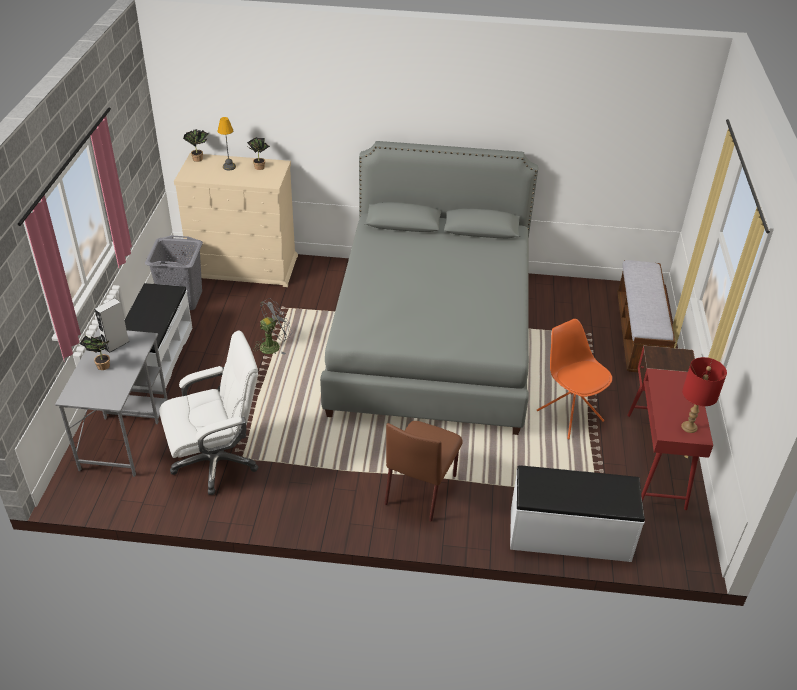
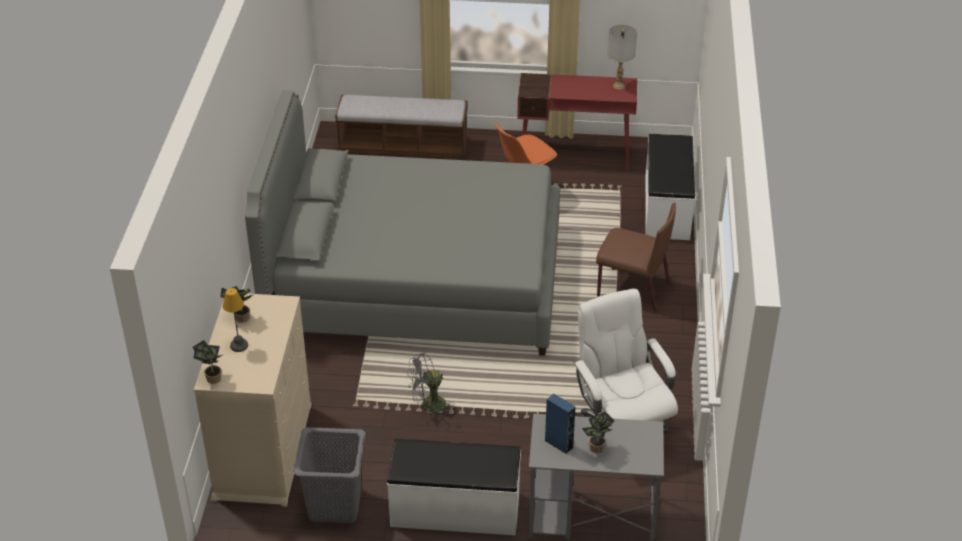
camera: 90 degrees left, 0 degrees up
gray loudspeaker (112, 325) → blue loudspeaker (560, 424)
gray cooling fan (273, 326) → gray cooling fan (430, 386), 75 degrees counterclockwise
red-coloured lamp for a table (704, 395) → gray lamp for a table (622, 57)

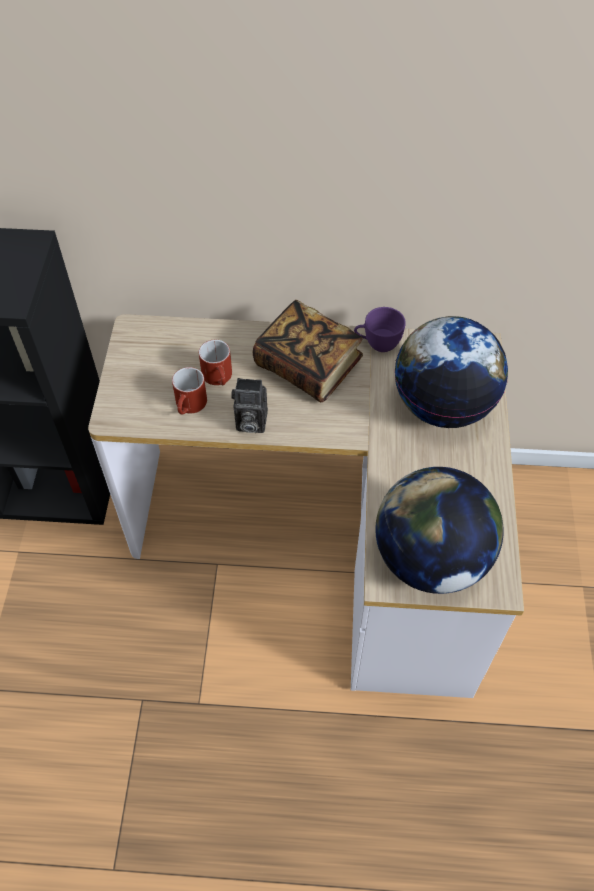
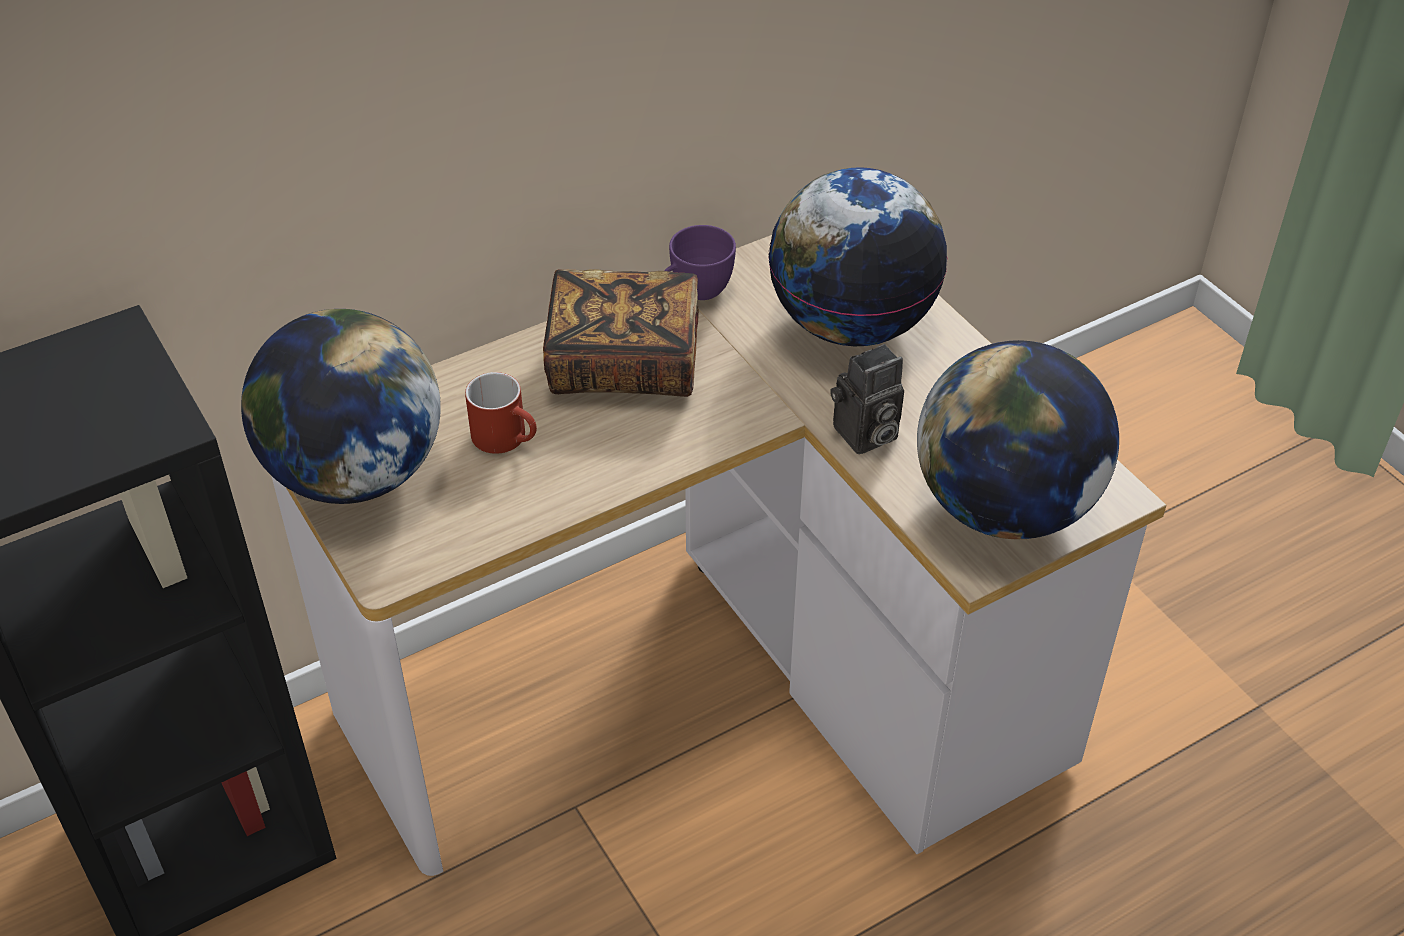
camera: 35 degrees left, 10 degrees down
red-coloured tea mug (189, 391) → -
photo camera (249, 405) → photo camera (867, 399), moved
- → globe (341, 406)

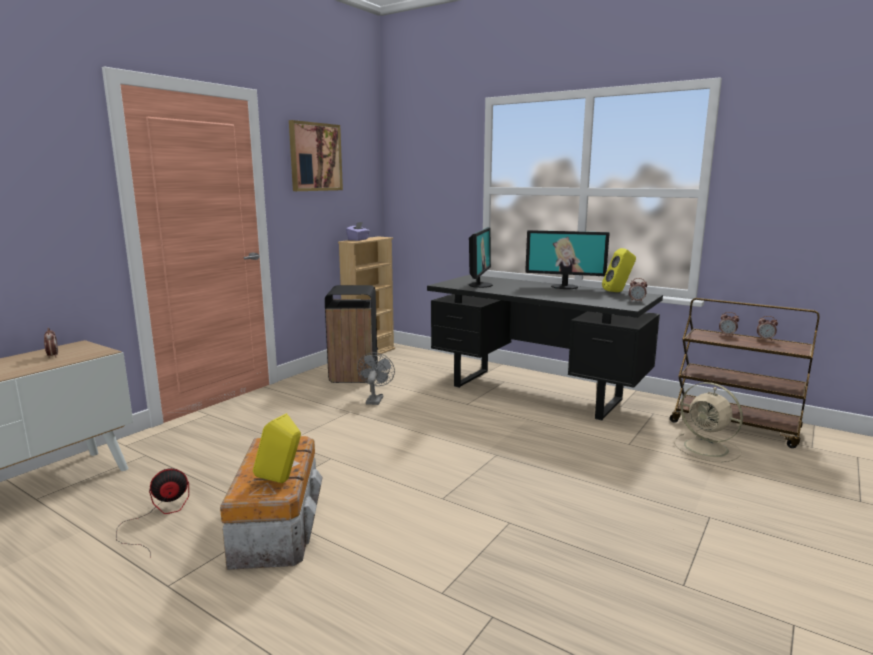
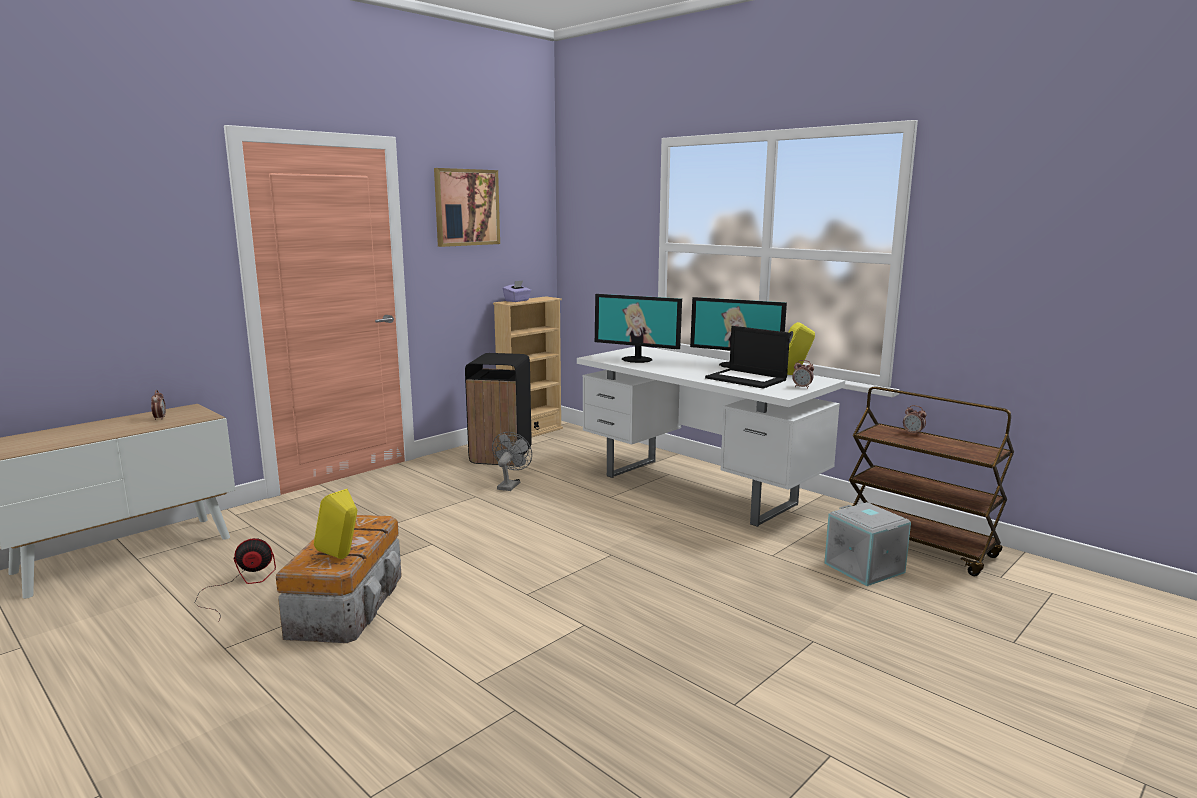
camera: 10 degrees right, 0 degrees up
computer display (481, 257) → computer display (638, 328), 90 degrees clockwise
black-coloured desk table (545, 347) → white desk table (711, 436)
bedside clock (767, 328) → -
sand-coloured cooling fan (708, 422) → gray storage box (867, 544)
- → portable computer (747, 357)

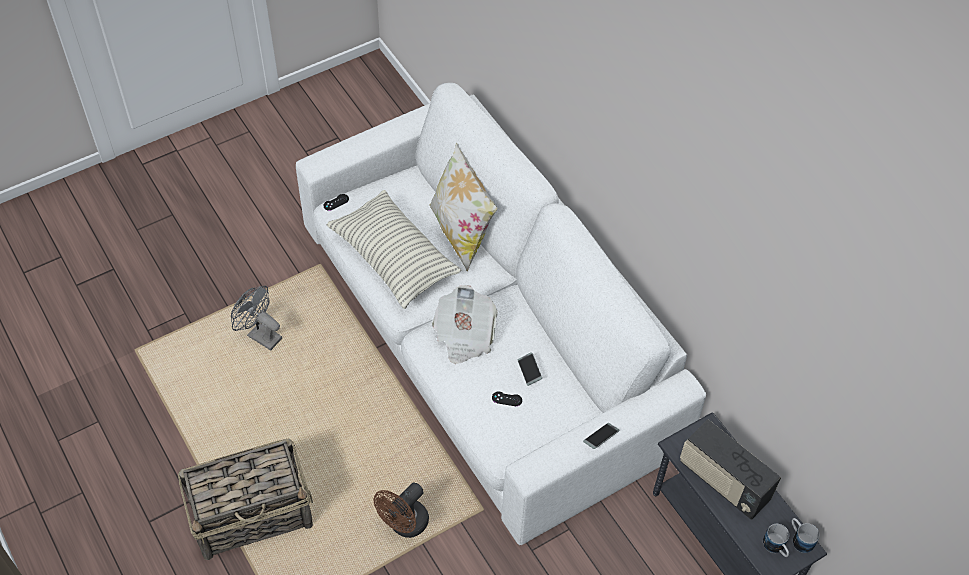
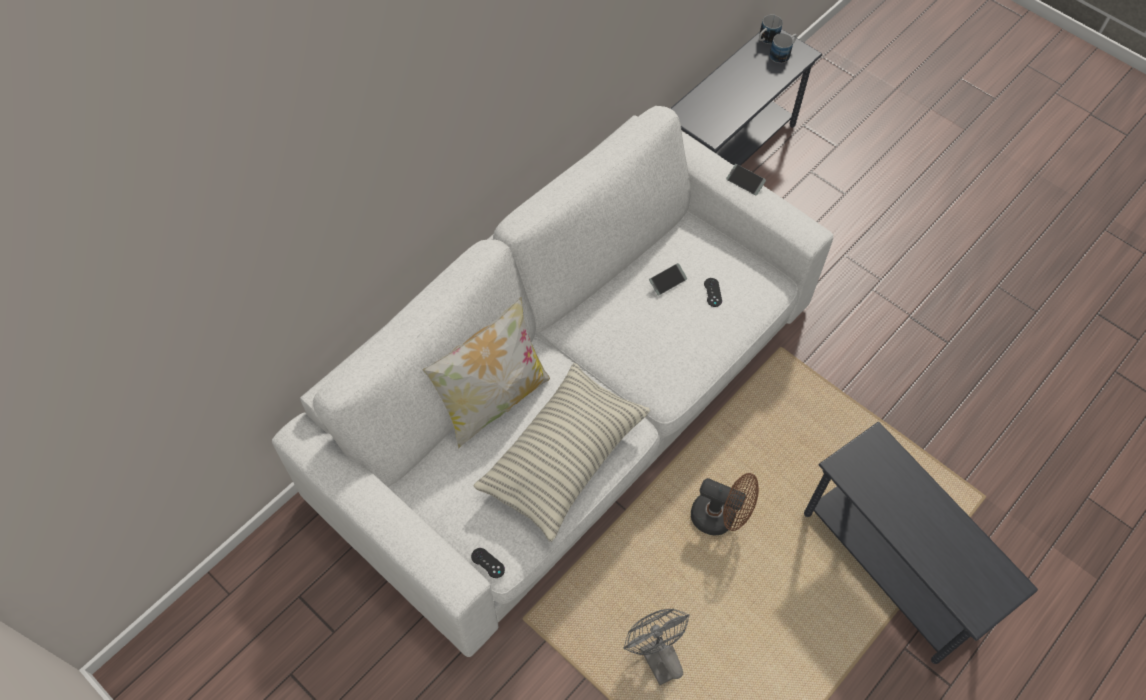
camera: 105 degrees left, 5 degrees up
printed paper (465, 324) → -
gray cooling fan (256, 318) → gray cooling fan (656, 647), 135 degrees clockwise
radio receiver (730, 469) → -
basket (245, 499) → gray end table (921, 543)
brown-coloured cooling fan (401, 510) → brown-coloured cooling fan (725, 504), moved

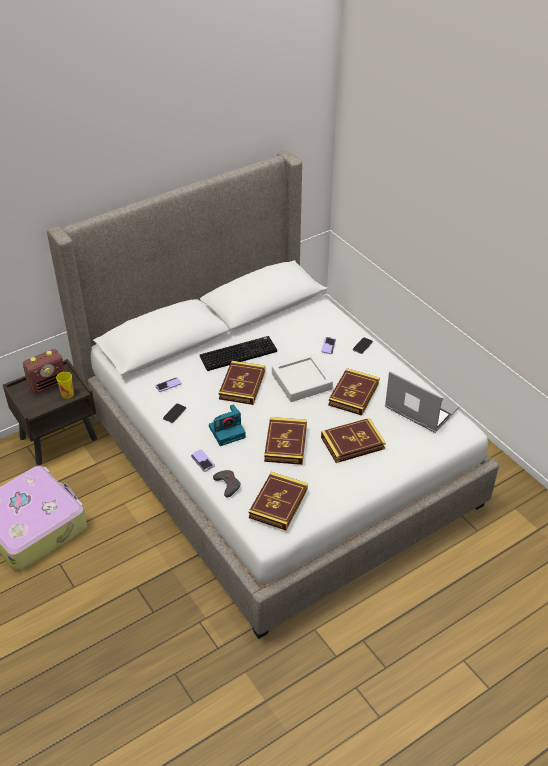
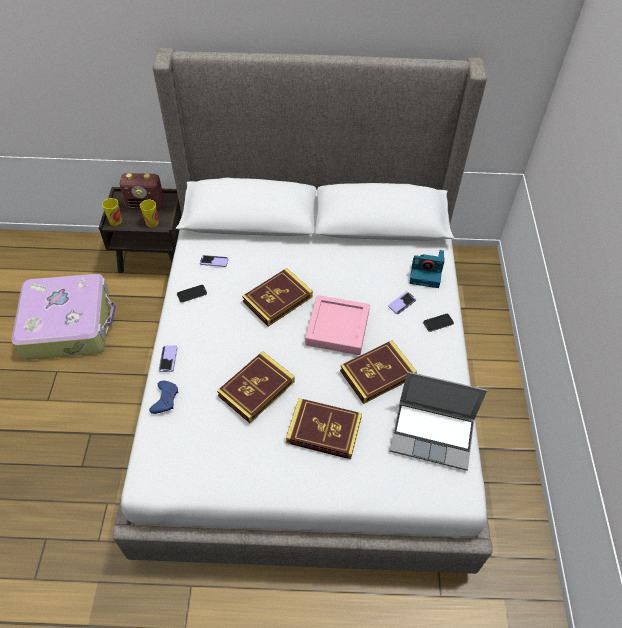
camera: 35 degrees right, 10 degrees up
computer keyboard (238, 353) → -
gray serving tray (302, 378) → pink serving tray (337, 325)
portable computer (422, 402) → portable computer (438, 421), 120 degrees clockwise
photo camera (227, 425) → photo camera (427, 269), moved
gray game controller (227, 484) → blue game controller (163, 397)
volume (278, 501) → -
- → drinking cup (112, 212)

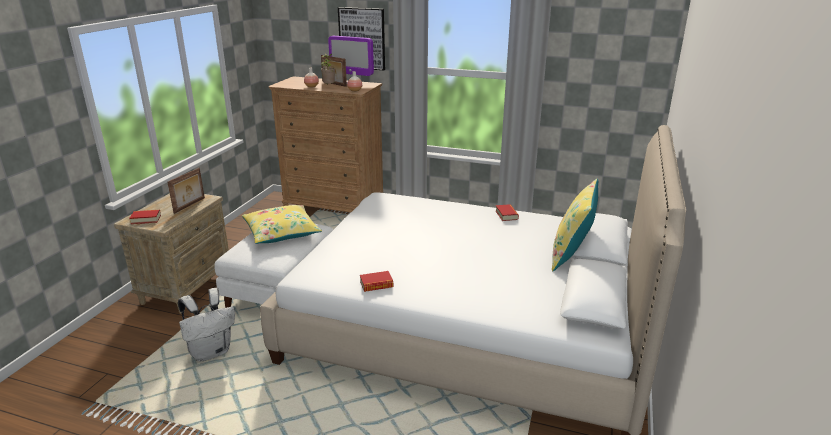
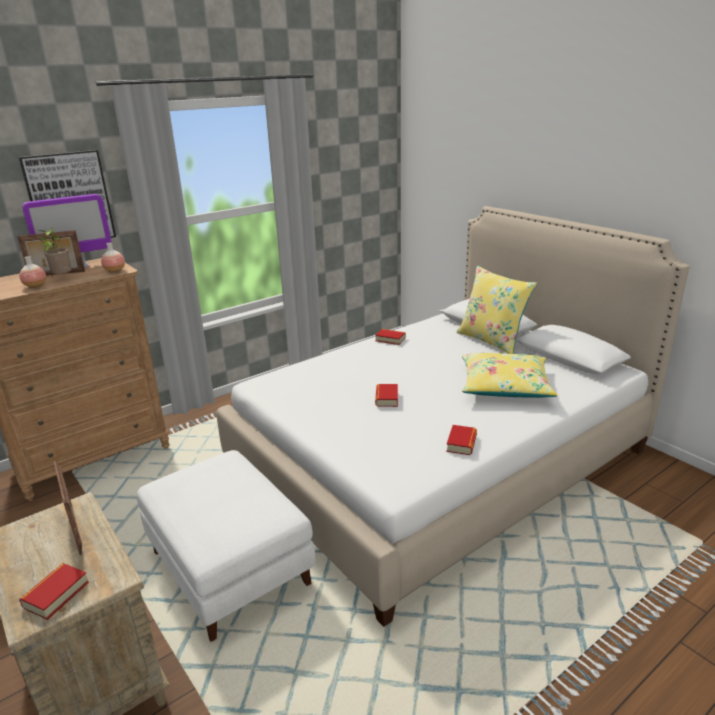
camera: 55 degrees left, 0 degrees up
yellowish throw pillow (282, 224) → yellowish throw pillow (510, 375), moved
white knapsack (206, 324) → -
- → volume (386, 395)

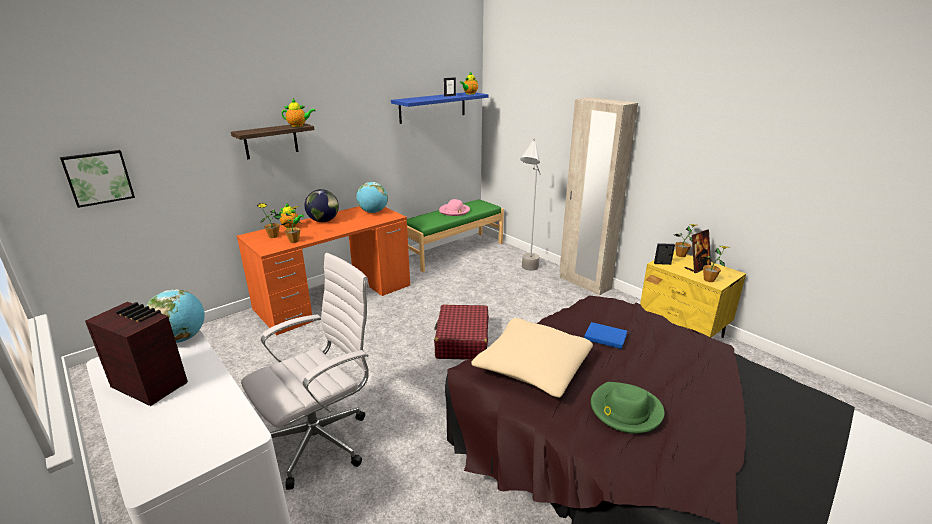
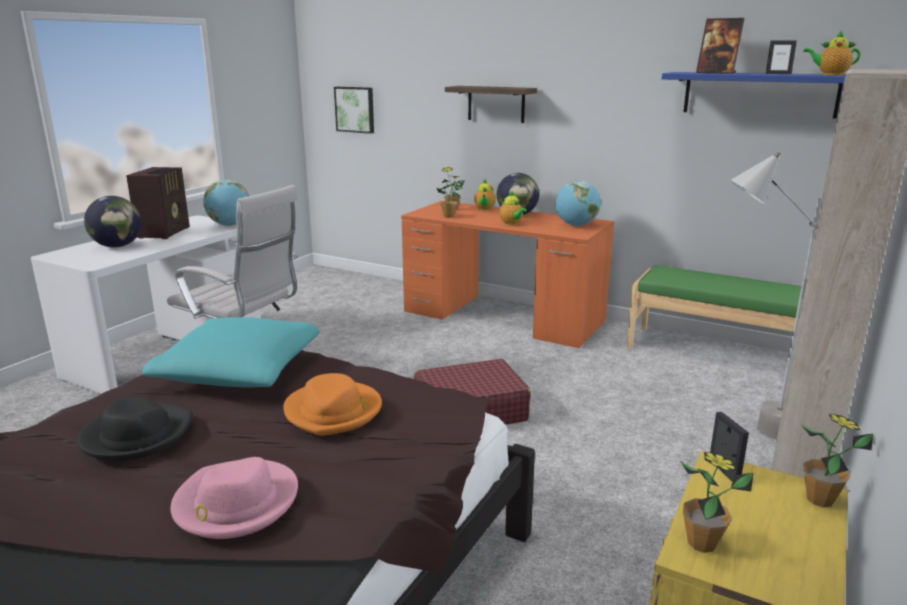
camera: 70 degrees right, 5 degrees down
teapot (298, 112) → teapot (513, 208), moved
pink wearable hat (454, 207) → pink wearable hat (234, 498), moved
picture frame (698, 251) → picture frame (720, 46), moved
sand-coloured throw pillow (532, 358) → turquoise throw pillow (231, 352)
blue volume (605, 335) → orange-coloured wearable hat (332, 404)
greenish wearable hat (627, 408) → black-coloured wearable hat (135, 428)
- → globe (112, 222)

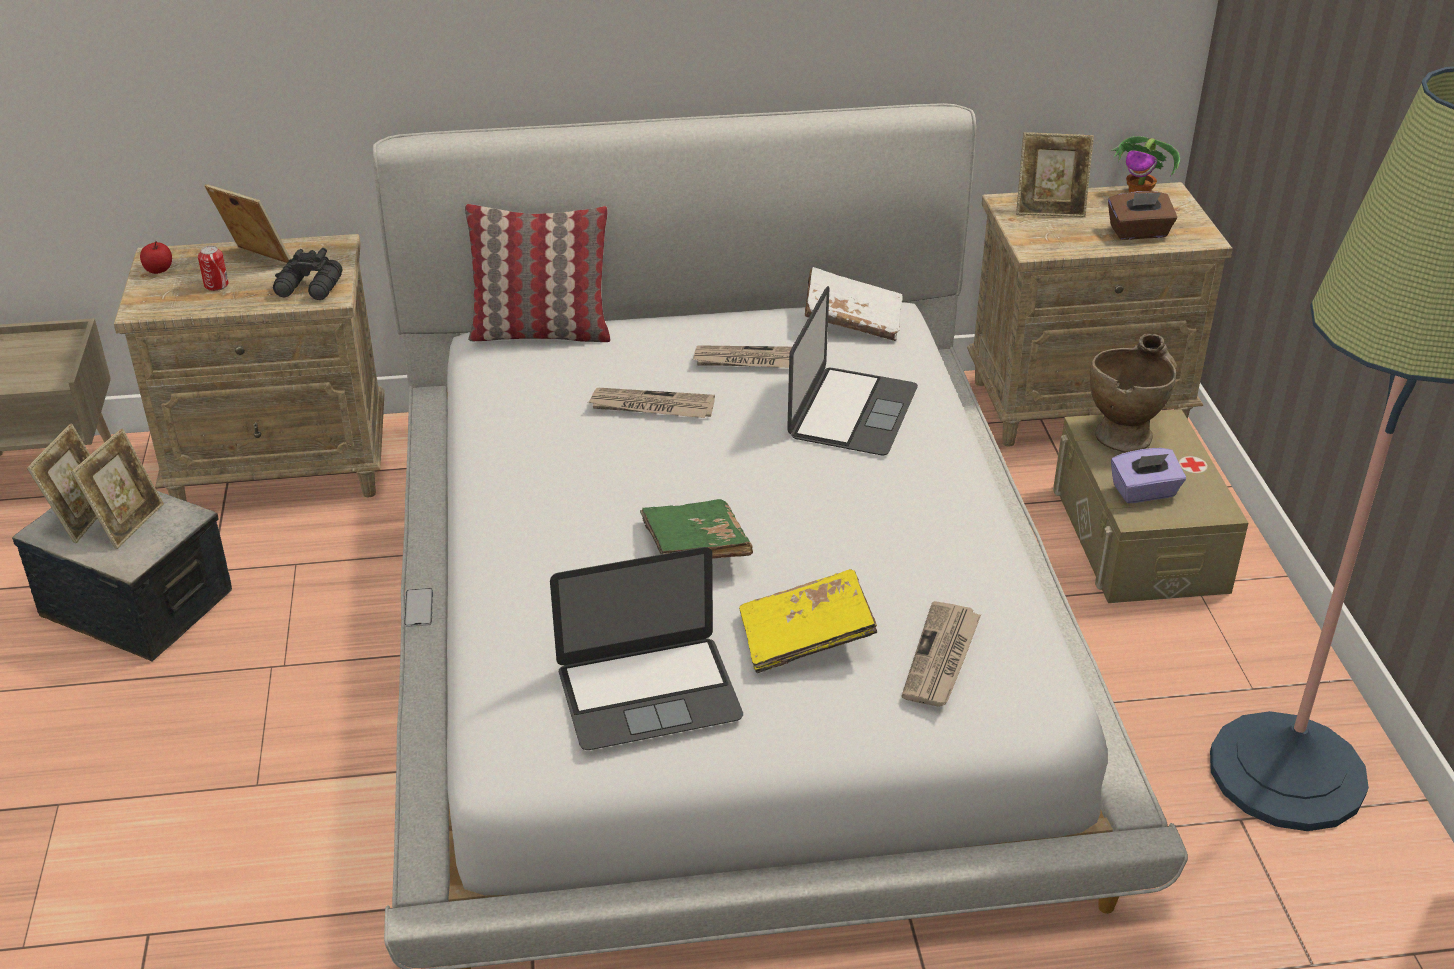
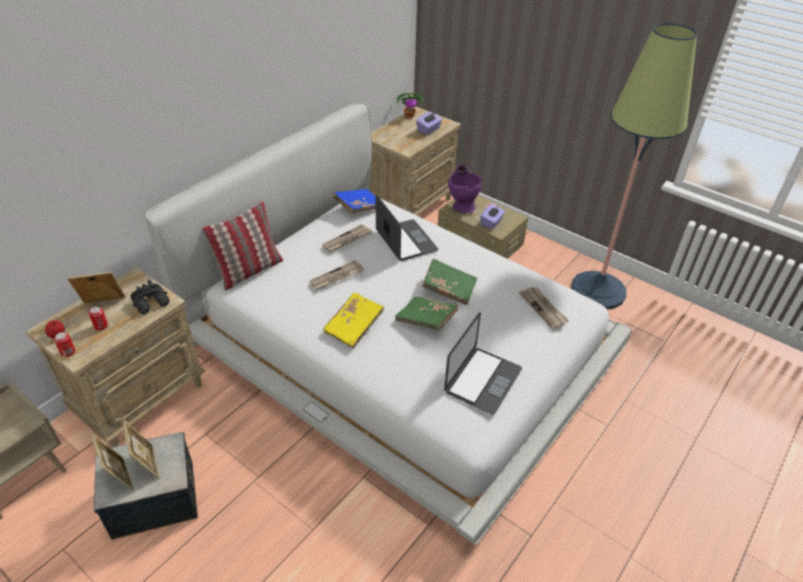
camera: 45 degrees left, 5 degrees up
picture frame (1055, 174) → -
brown-coloured tissue holder (1142, 215) → purple tissue holder (429, 123)
white volume (854, 304) → blue volume (358, 201)
sand-coloured flower vase (1133, 393) → purple flower vase (465, 189)
yellowish volume (808, 621) → yellowish volume (354, 320), moved
- → greenish volume (449, 282)
- → sealed can (64, 344)

